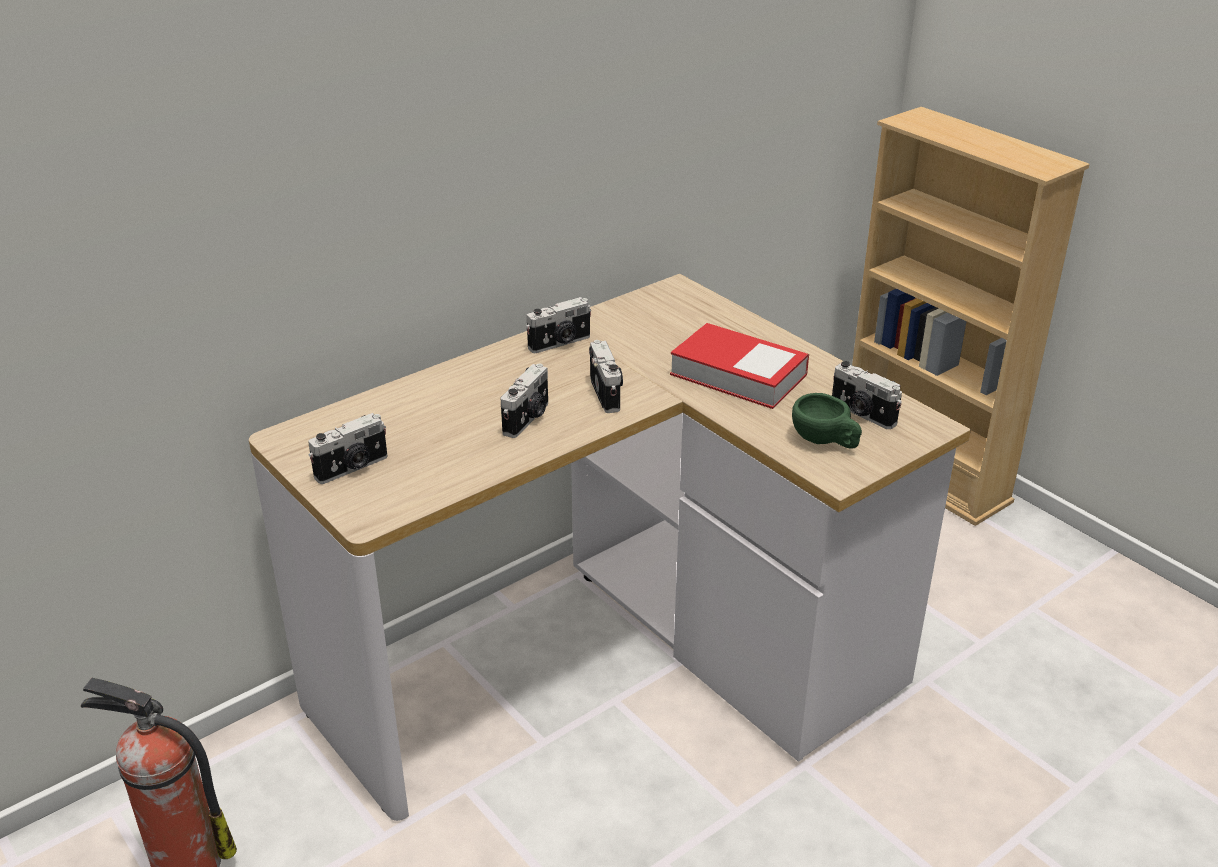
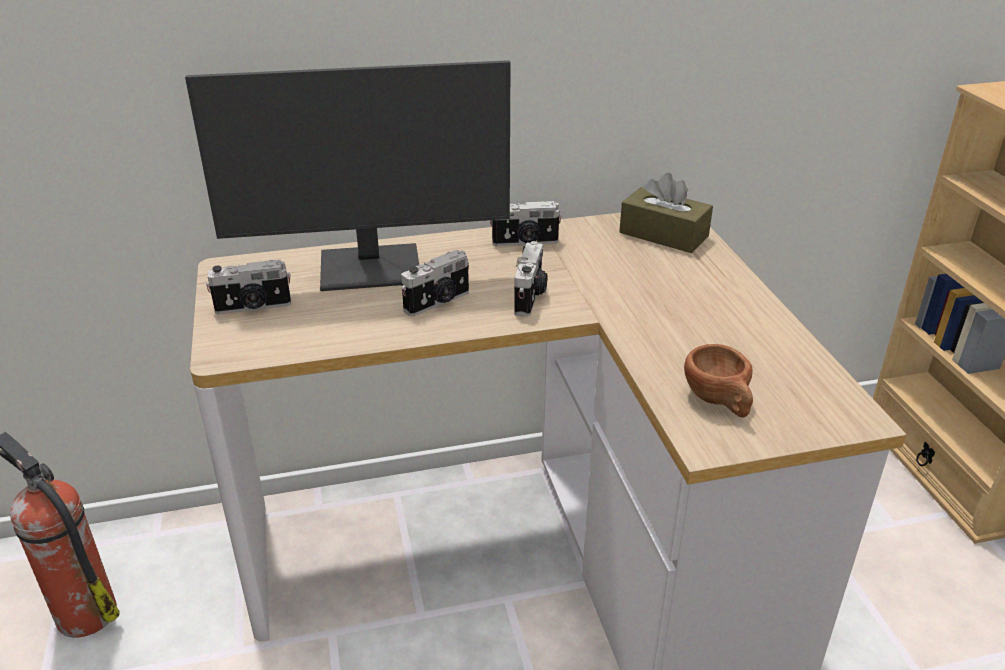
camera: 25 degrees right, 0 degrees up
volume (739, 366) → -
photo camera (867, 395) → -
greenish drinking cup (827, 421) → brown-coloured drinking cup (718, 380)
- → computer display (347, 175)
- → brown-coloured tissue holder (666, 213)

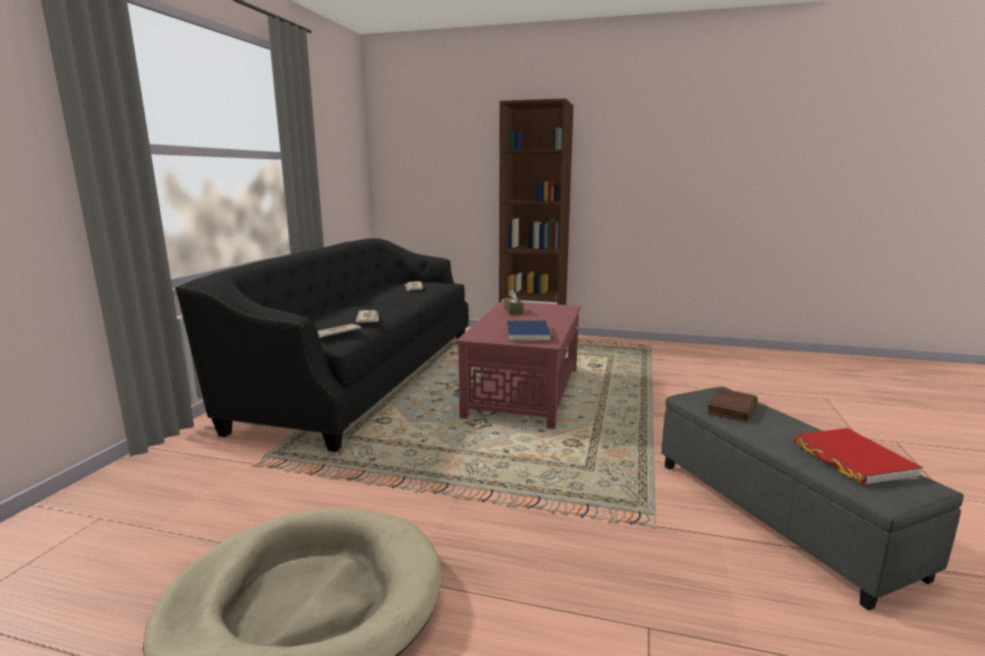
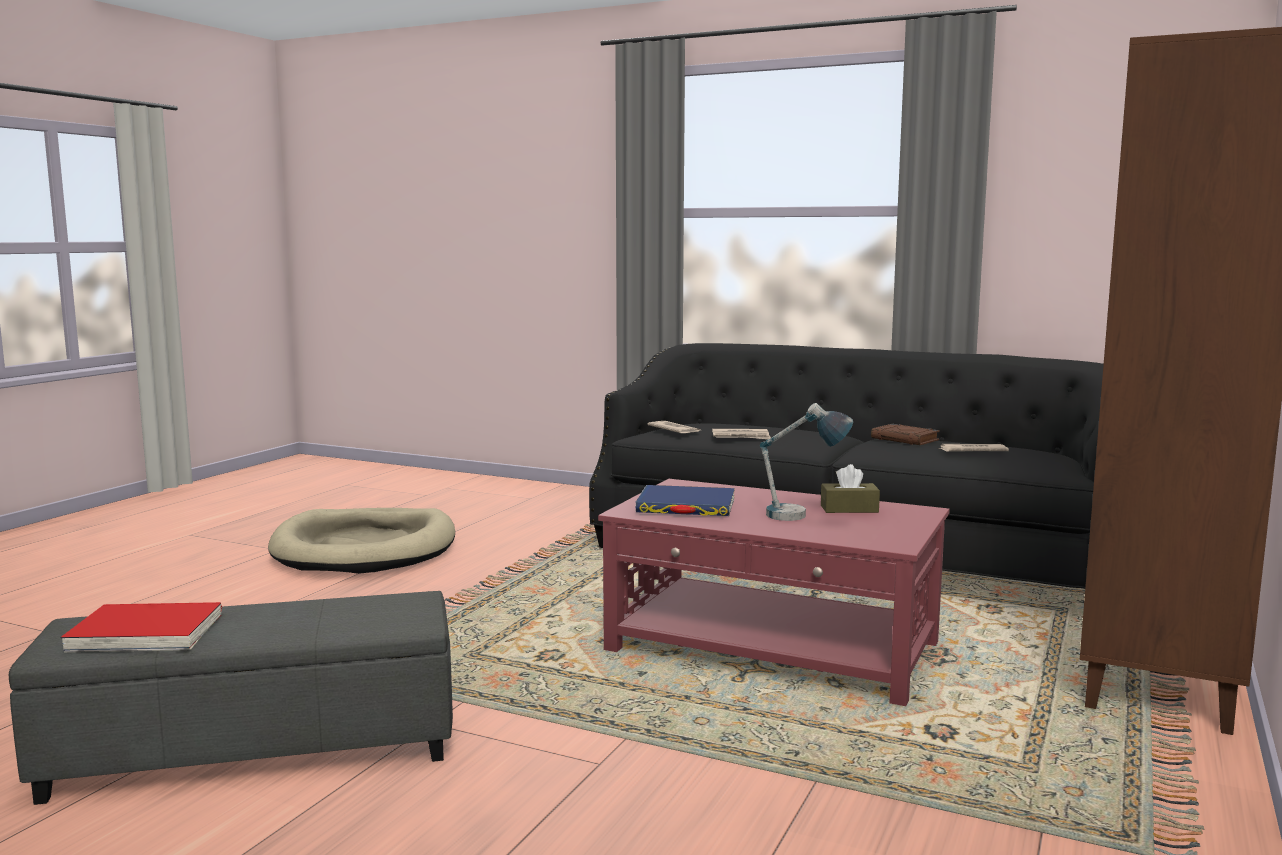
camera: 100 degrees right, 5 degrees down
brown-coloured volume (732, 405) → brown-coloured volume (905, 434), moved
- → lamp for a table (806, 462)

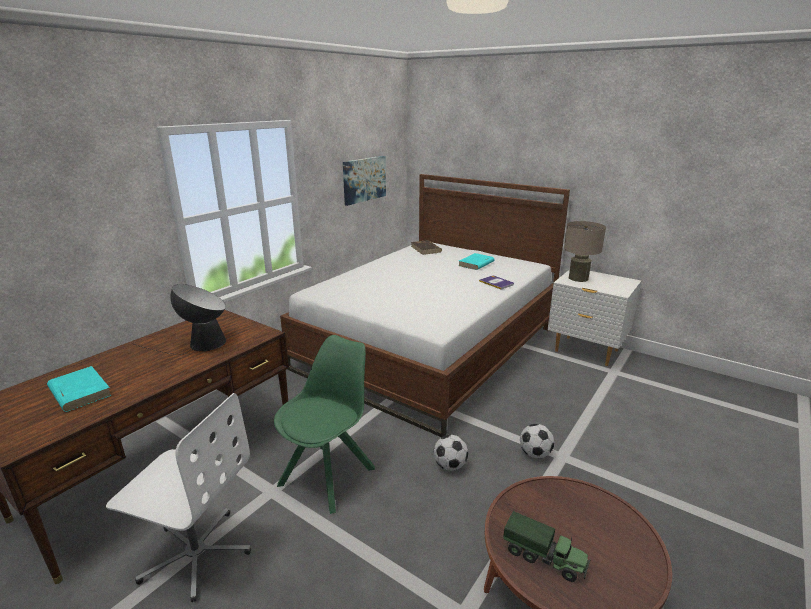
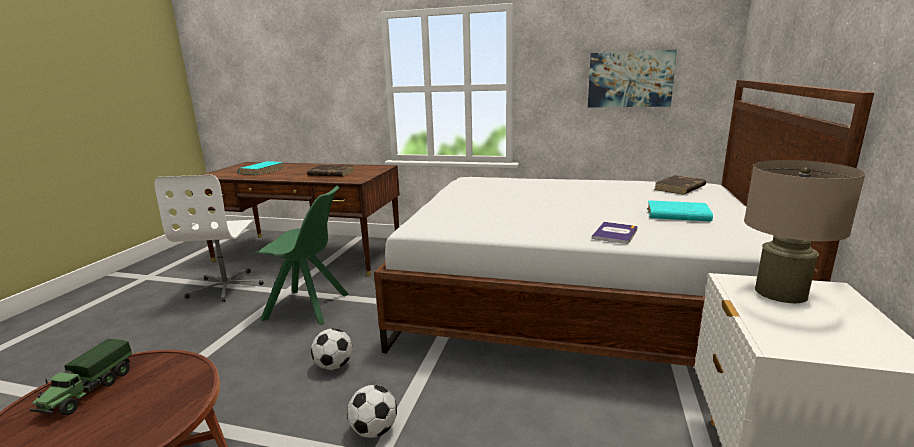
camera: 70 degrees right, 5 degrees down
lamp for a table (180, 319) → brown-coloured volume (330, 170)

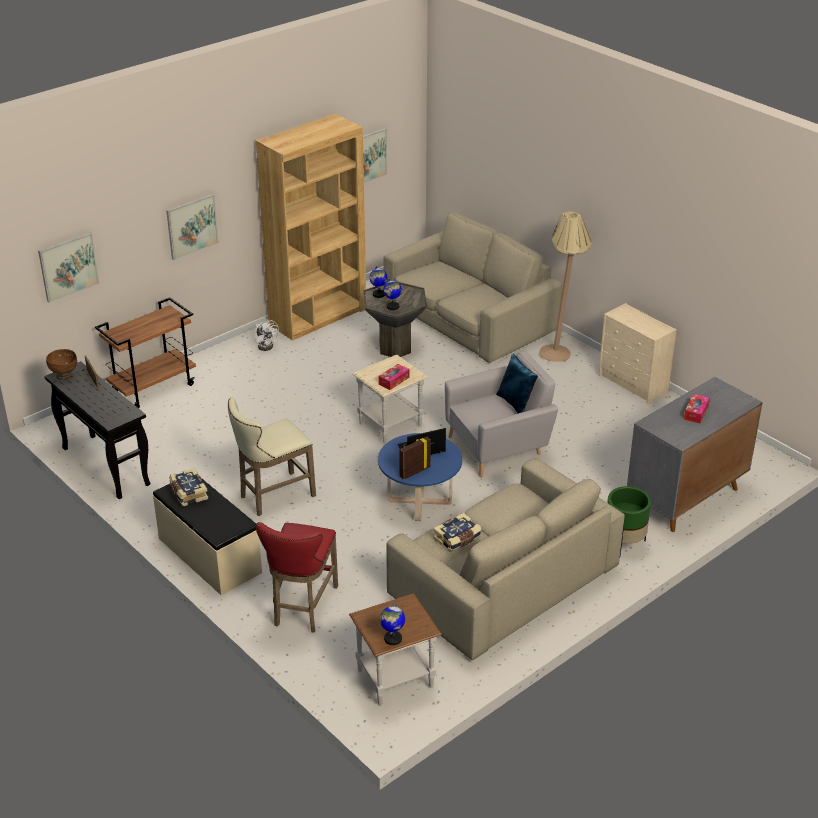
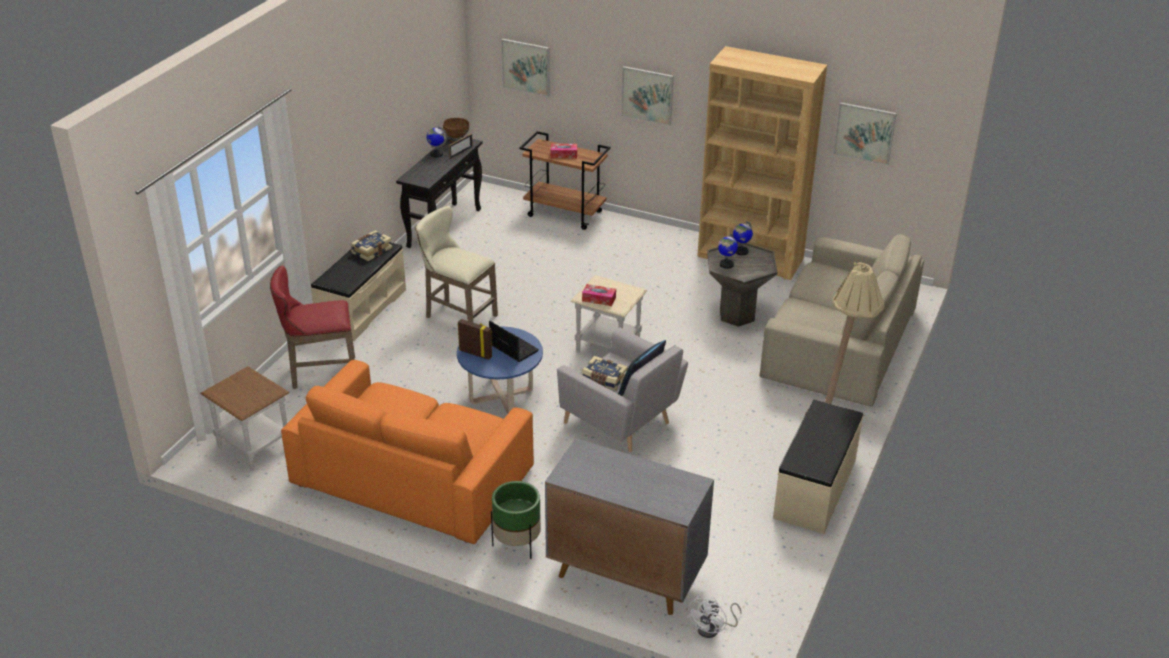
camera: 65 degrees right, 0 degrees up
sand-coloured chest of drawers (637, 353) → sand-coloured bench (818, 467)
white cooling fan (266, 335) → white cooling fan (714, 616), moved
tissue holder (697, 408) → tissue holder (564, 151), moved
sand-coloured couch (505, 559) → orange-coloured couch (407, 452)
volume (457, 532) → volume (605, 373), moved
globe (392, 624) → globe (436, 142), moved

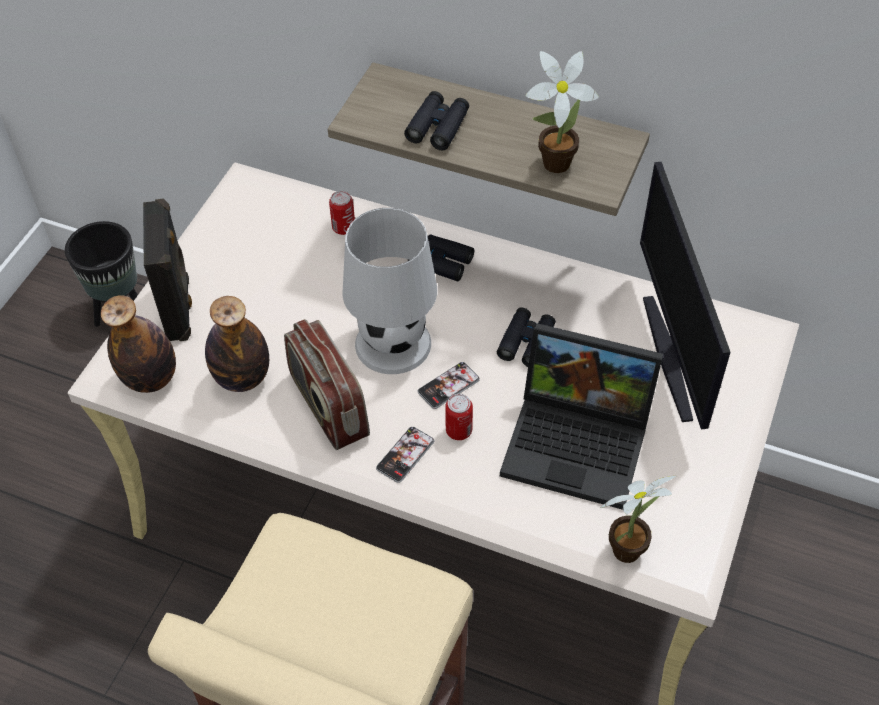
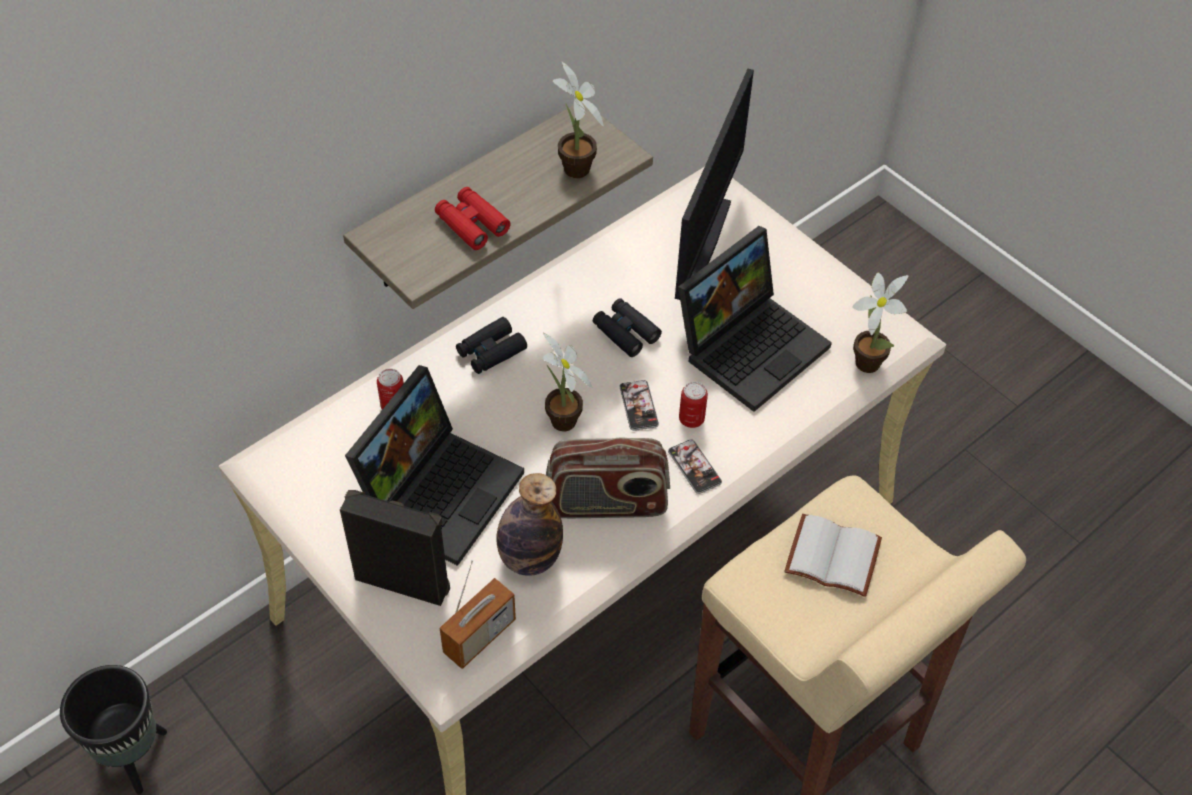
camera: 65 degrees left, 0 degrees up
black-coloured pair of binoculars (436, 120) → red-coloured pair of binoculars (473, 218)
computer display (685, 295) → computer display (714, 184), 90 degrees counterclockwise
white lamp for a table (389, 291) → potted plant (567, 382)
bottle (138, 344) → radio receiver (478, 614)
- → portable computer (434, 465)
- → white volume (833, 555)

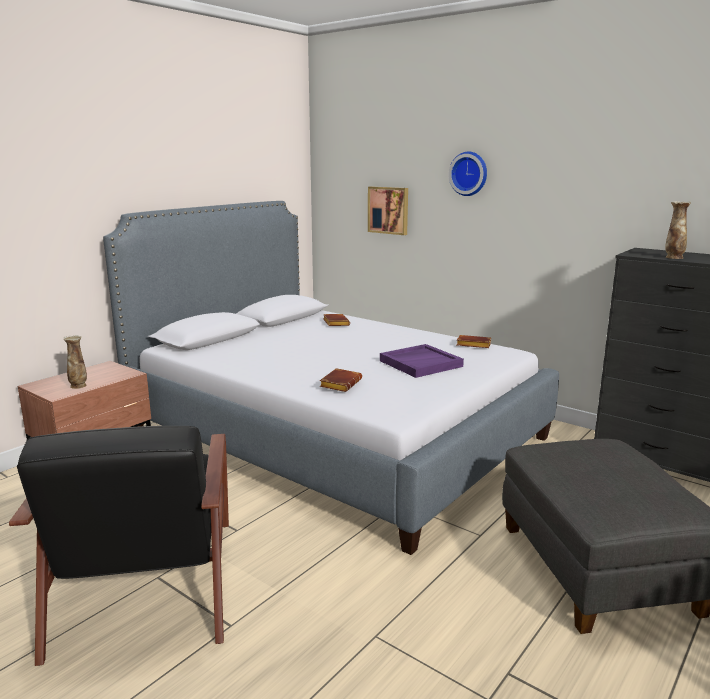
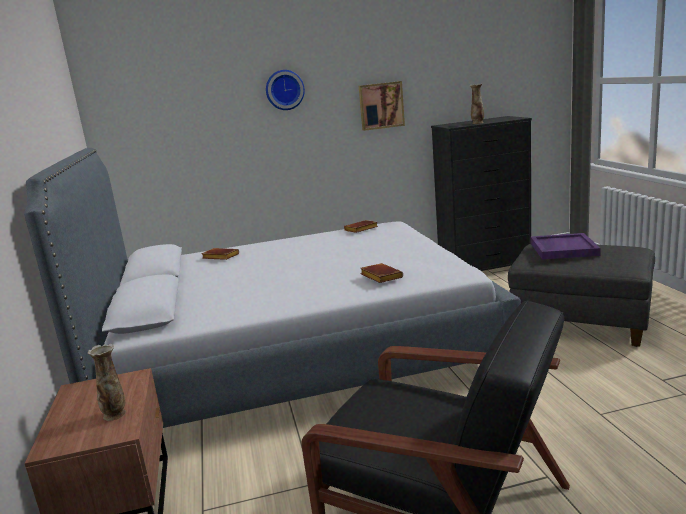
camera: 50 degrees left, 0 degrees up
wall art (388, 210) → wall art (382, 106), moved
purple serving tray (422, 361) → purple serving tray (566, 246), moved

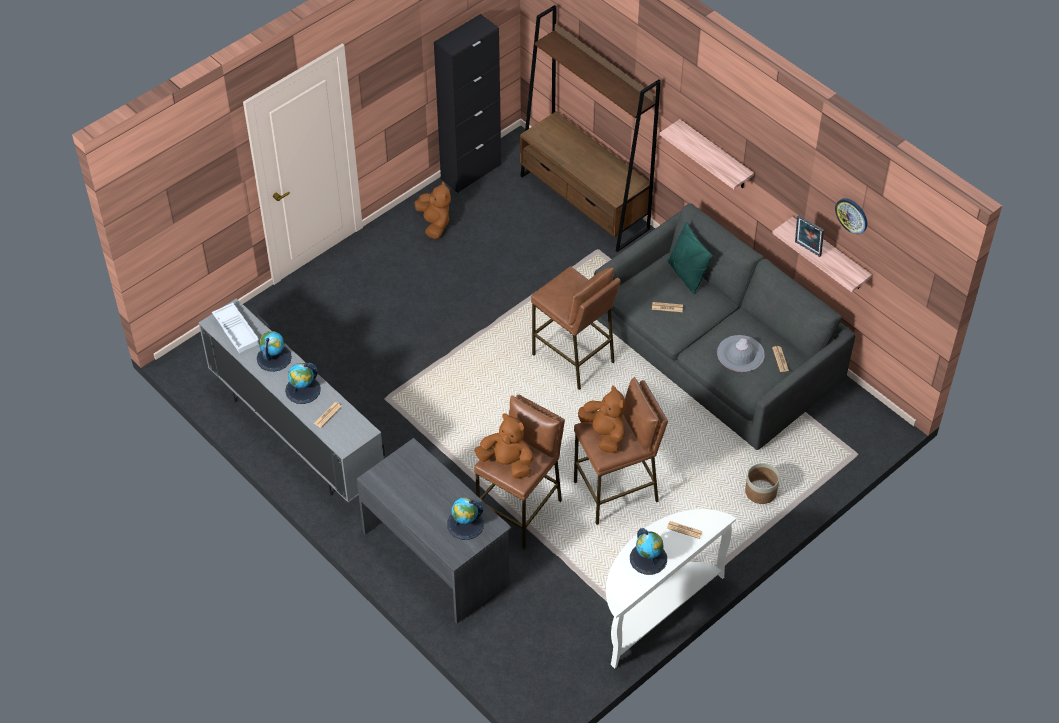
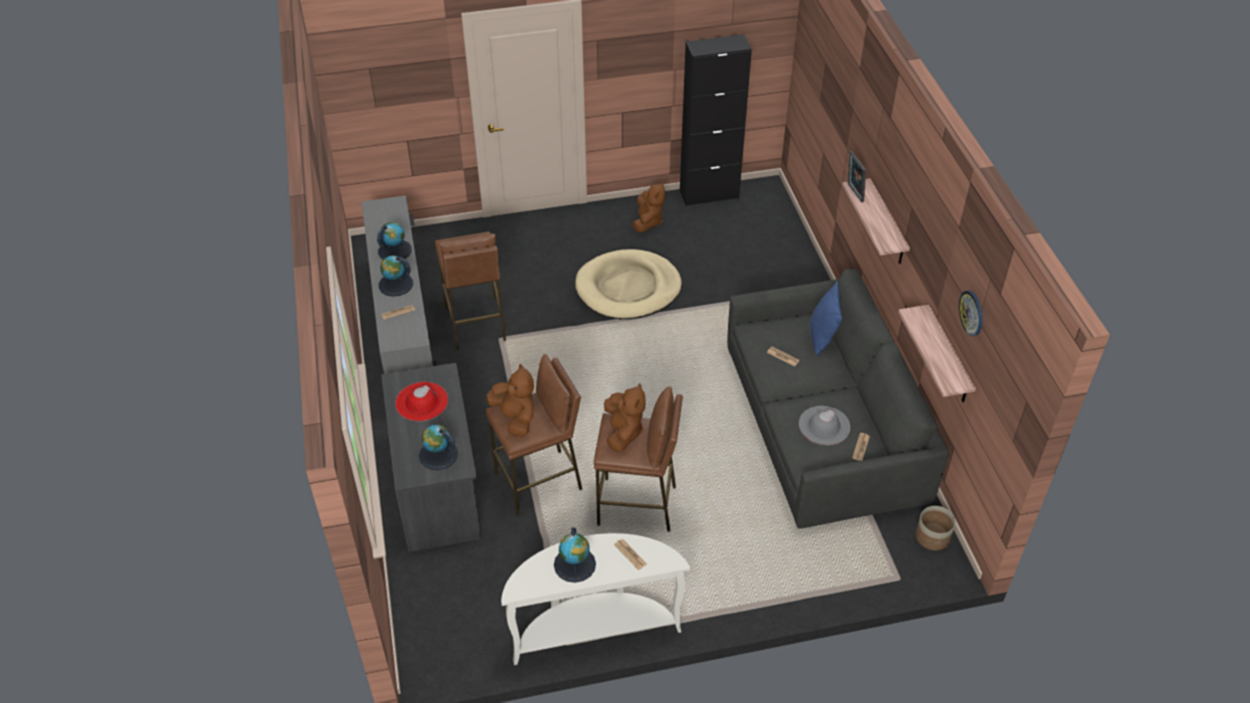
camera: 30 degrees right, 5 degrees down
brown-coloured bookshelf (590, 128) → -
picture frame (809, 236) → picture frame (857, 176), moved
greenish throw pillow (690, 257) → blue throw pillow (826, 318)
brown-coloured stool seat (576, 328) → brown-coloured stool seat (470, 291), moved
white serving tray (235, 328) → -
plant pot (762, 483) → plant pot (936, 528), moved
- → sand-coloured dog bed (628, 284)
- → red-coloured wearable hat (421, 401)

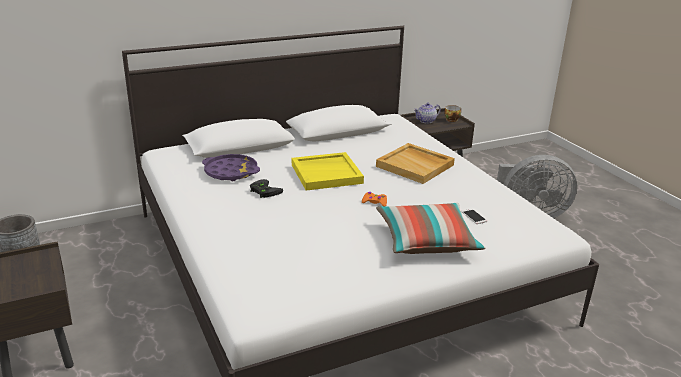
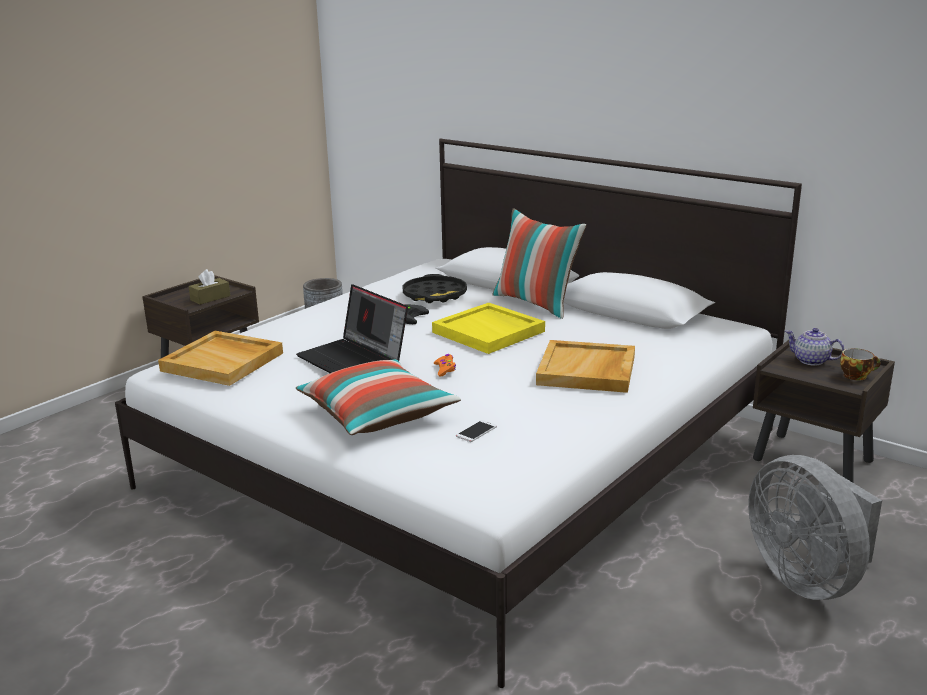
camera: 65 degrees right, 5 degrees down
purple serving tray (231, 167) → black-coloured serving tray (434, 288)
- → throw pillow (539, 263)
- → brown-coloured tissue holder (209, 287)
- → portable computer (352, 328)
- → sand-coloured serving tray (220, 358)

